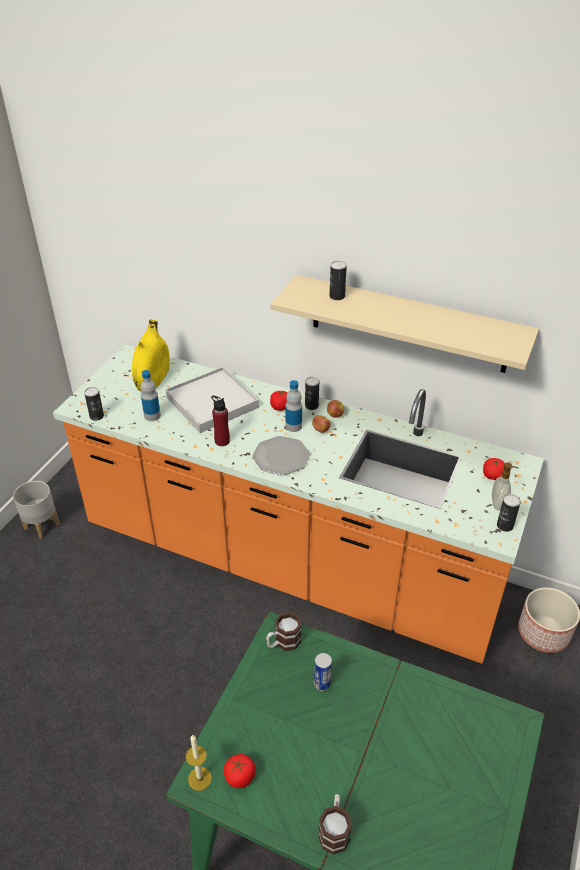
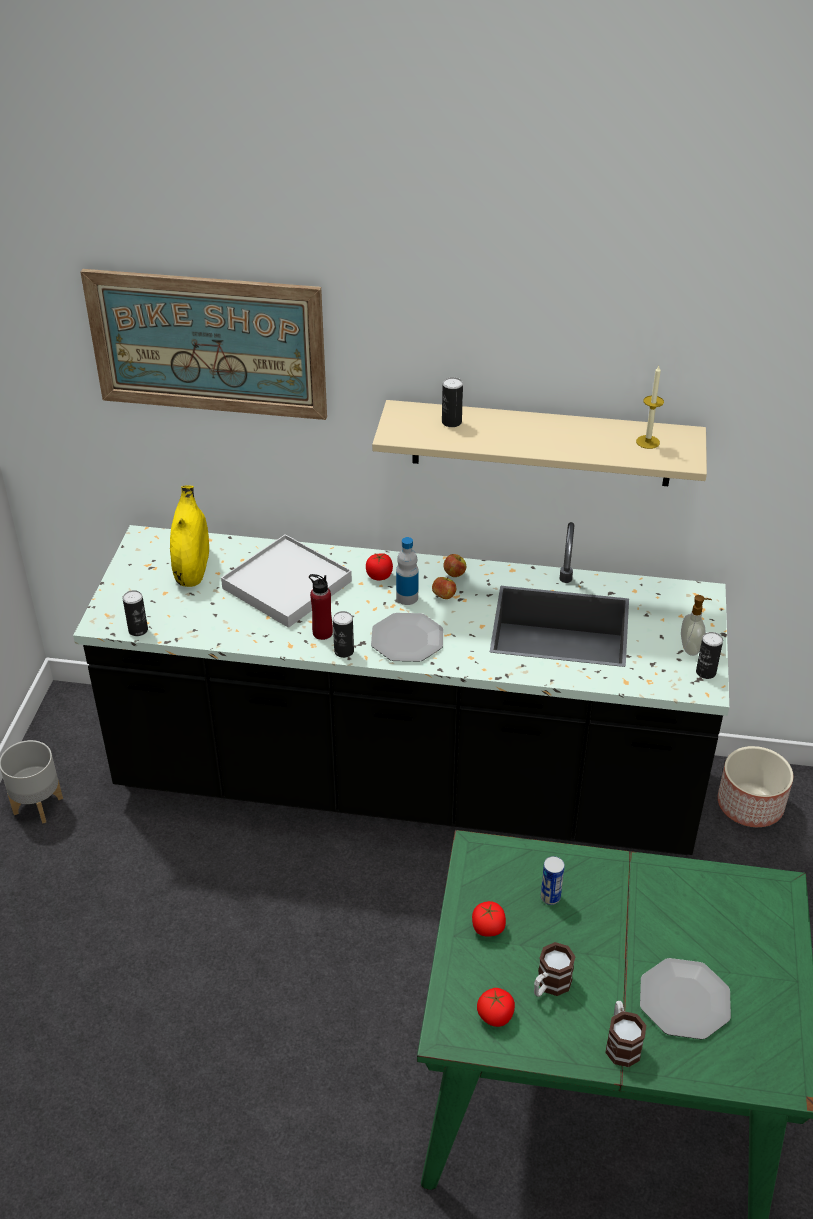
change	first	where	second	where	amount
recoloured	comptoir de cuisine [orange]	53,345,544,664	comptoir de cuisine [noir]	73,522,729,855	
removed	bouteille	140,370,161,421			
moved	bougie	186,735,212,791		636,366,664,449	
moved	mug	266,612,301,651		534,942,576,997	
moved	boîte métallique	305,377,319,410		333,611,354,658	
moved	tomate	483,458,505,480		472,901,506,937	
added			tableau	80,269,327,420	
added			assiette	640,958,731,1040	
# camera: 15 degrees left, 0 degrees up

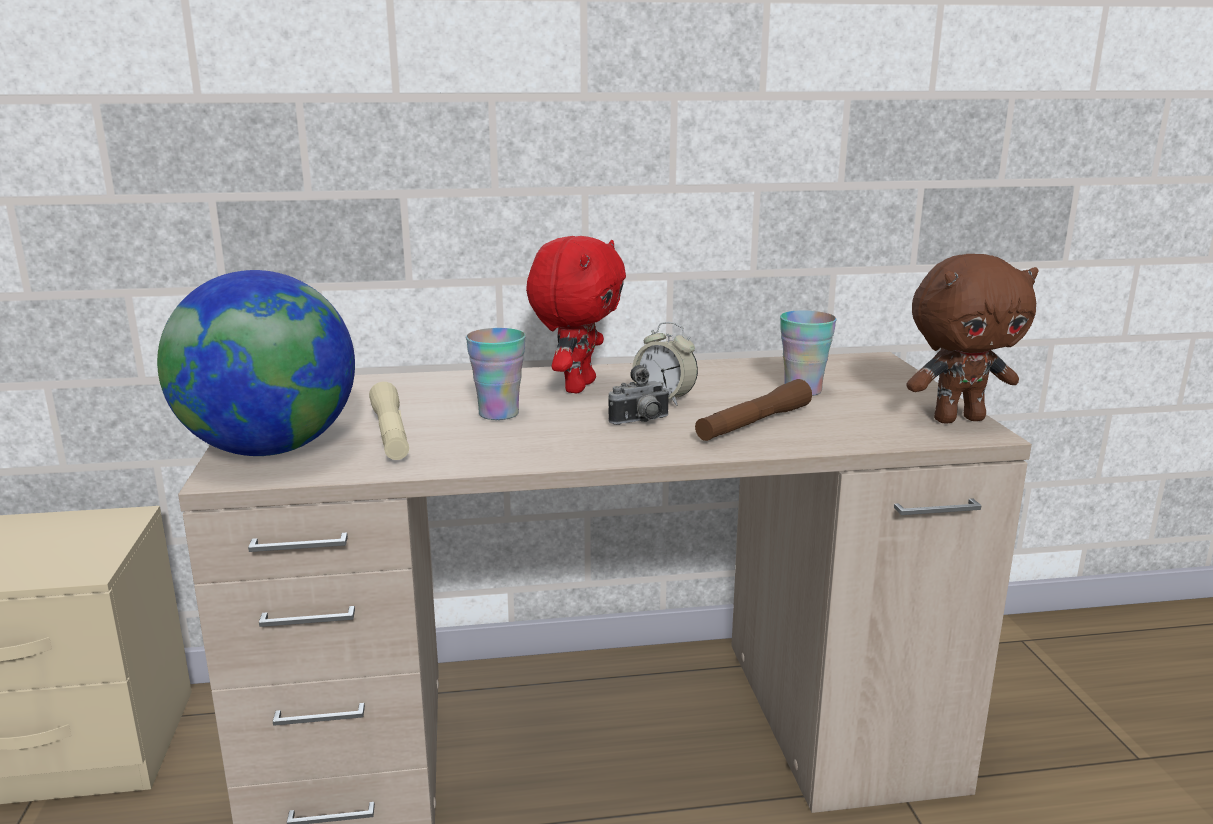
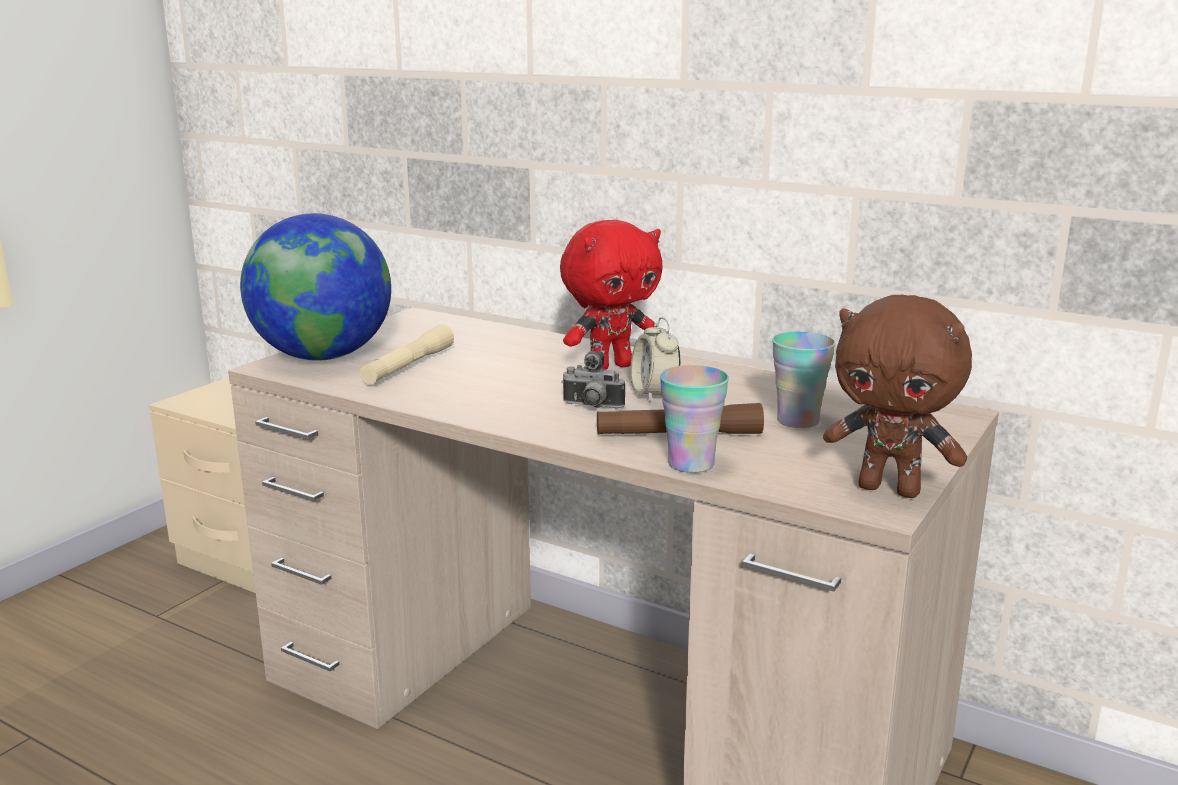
change	first	where	second	where	amount
moved	tasse	466,328,526,420		660,365,729,473	
# camera: 40 degrees right, 0 degrees up

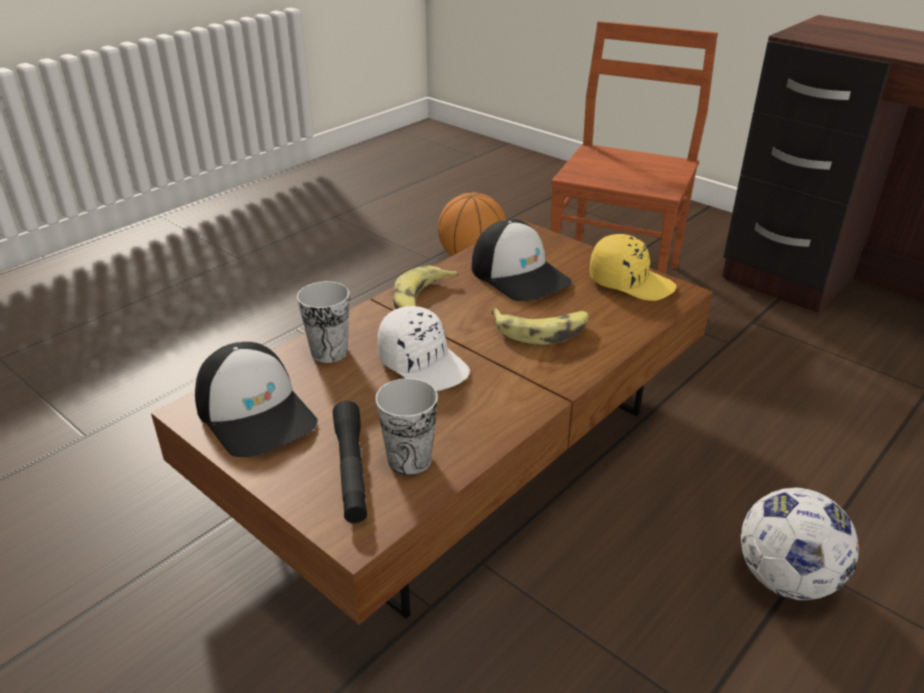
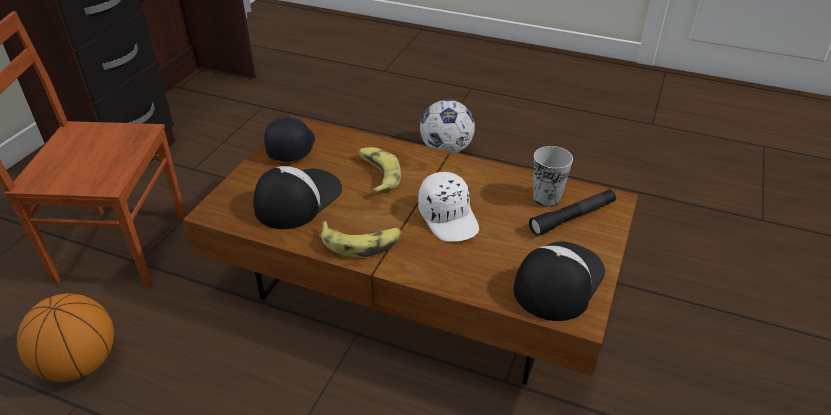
change	first	where	second	where	amount
removed	tasse	297,281,349,363			
turned	casquette [blanc]	377,306,470,391		418,172,479,242	135 degrees clockwise
recoloured	casquette [jaune]	590,234,677,301	casquette [noir]	264,117,315,161	
# camera: 110 degrees left, 5 degrees up

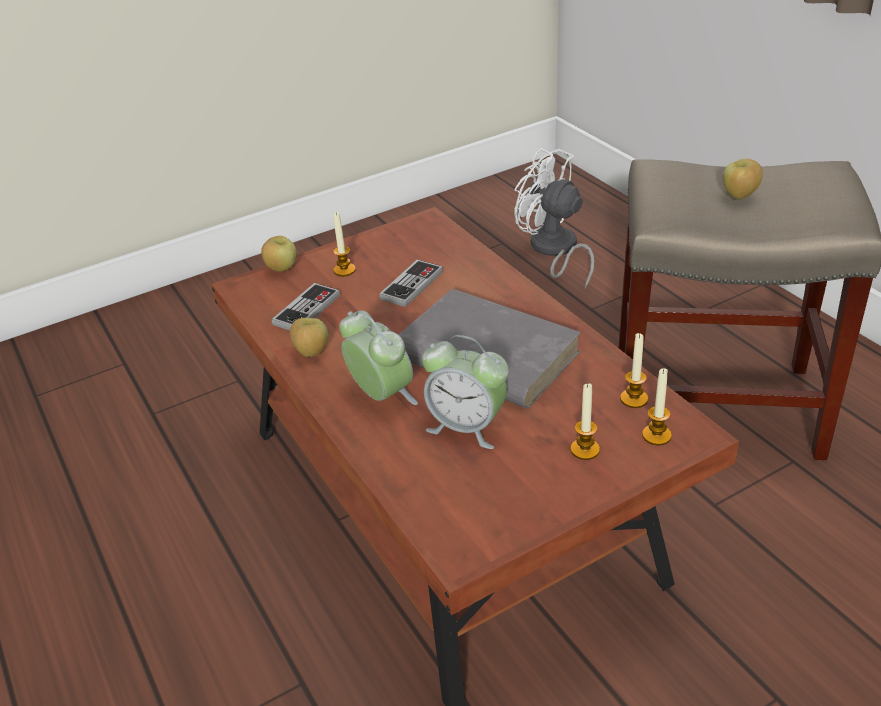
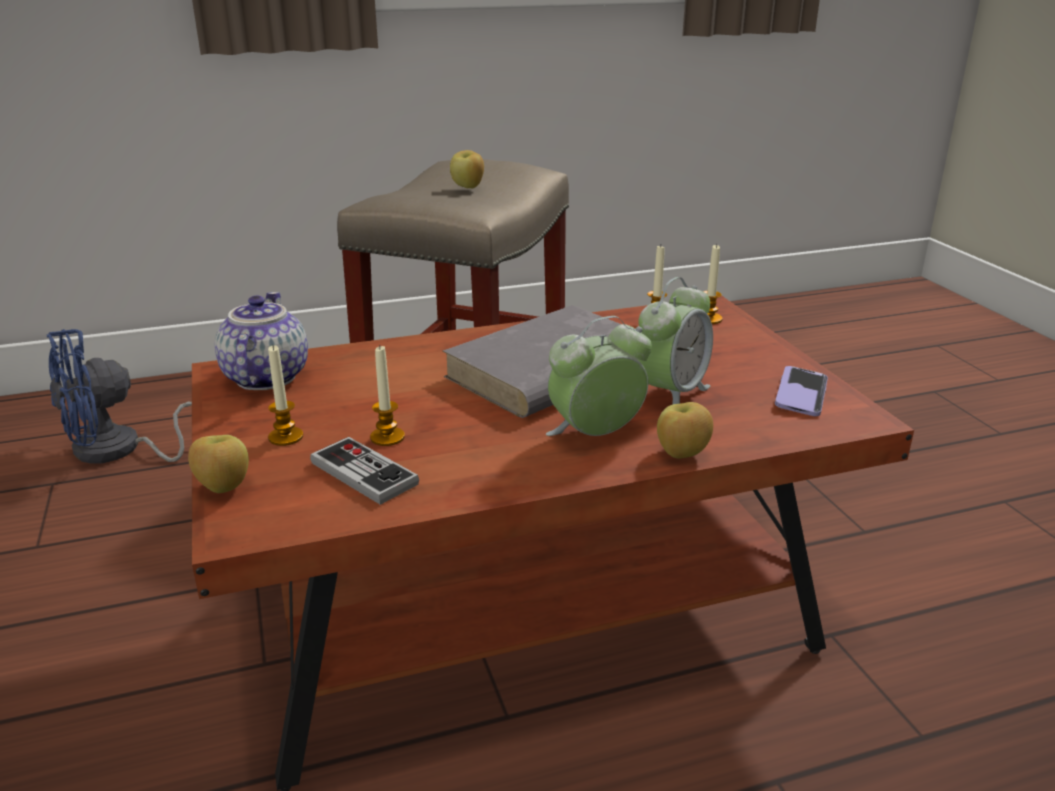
change	first	where	second	where	amount
moved	pomme	290,318,328,357		657,402,713,458	
removed	manette	379,260,443,307			
recoloured	ventilateur [blanc]	514,148,595,288	ventilateur [bleu]	46,329,192,464	
moved	bougie	570,383,600,460		370,345,405,446	
added			théière	215,292,308,390	
added			téléphone	775,366,828,416	
# camera: 80 degrees left, 10 degrees down

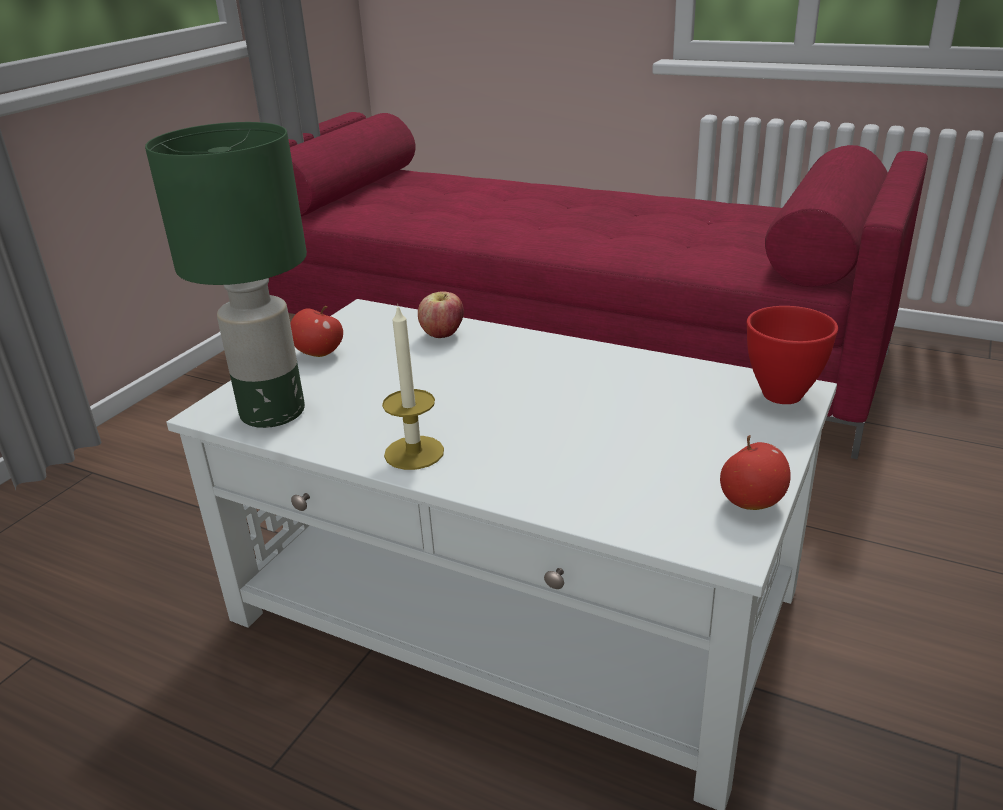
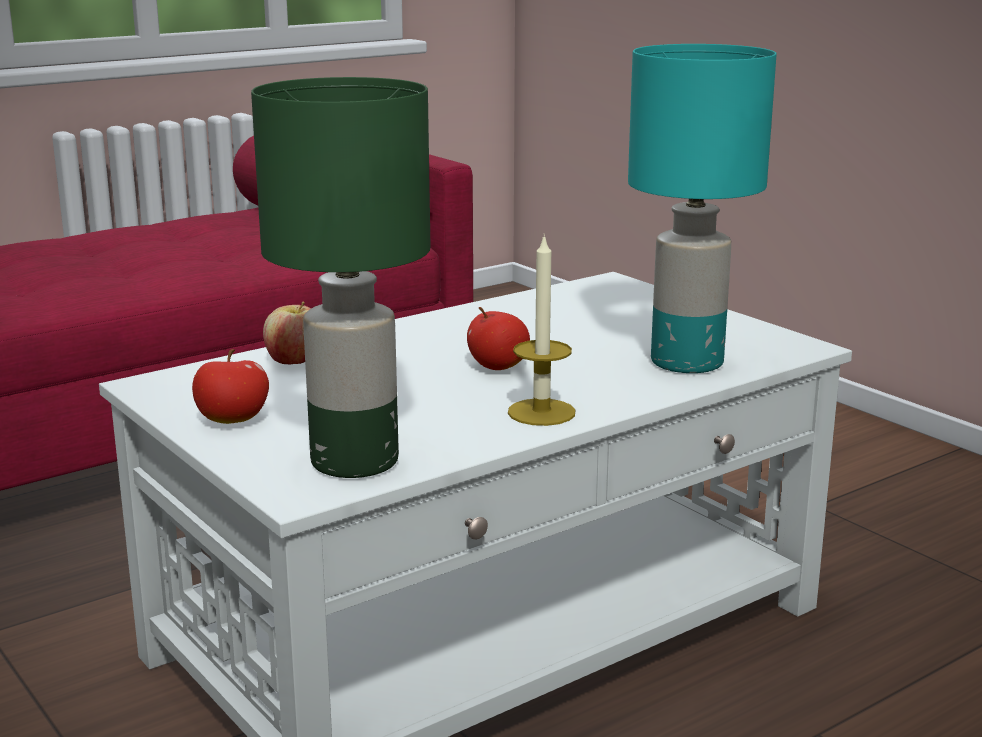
change	first	where	second	where	amount
moved	pomme	720,435,791,510		467,307,530,370	
removed	bol [rouge]	747,306,838,404			
added			lampe de table [turquoise]	628,44,777,373	
# camera: 65 degrees left, 10 degrees down

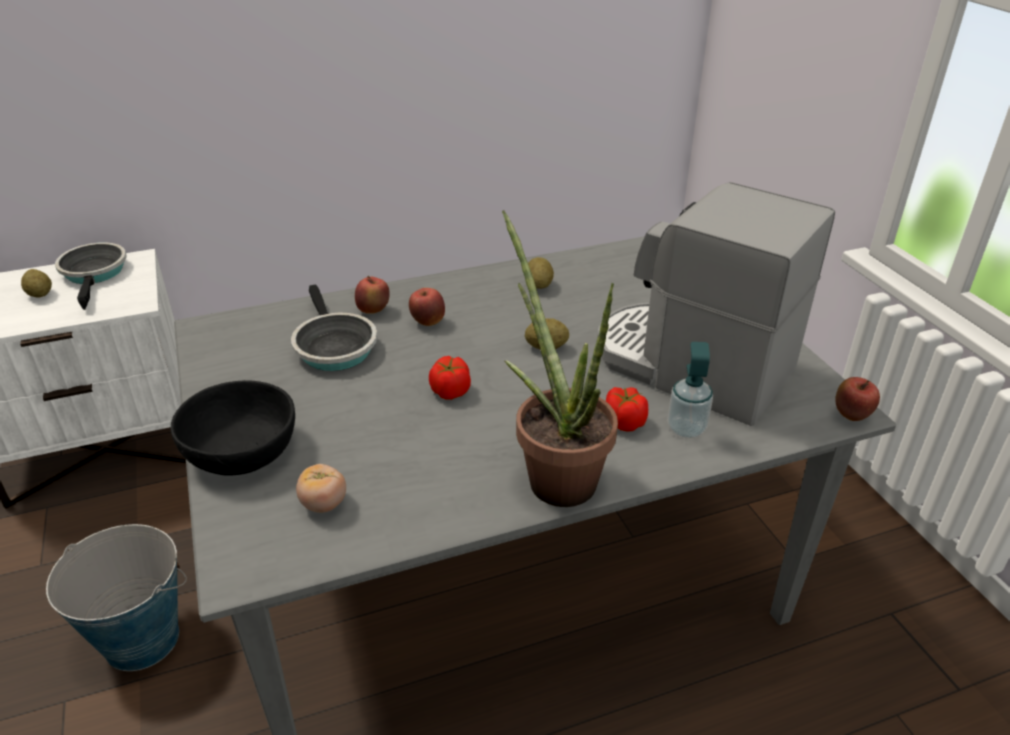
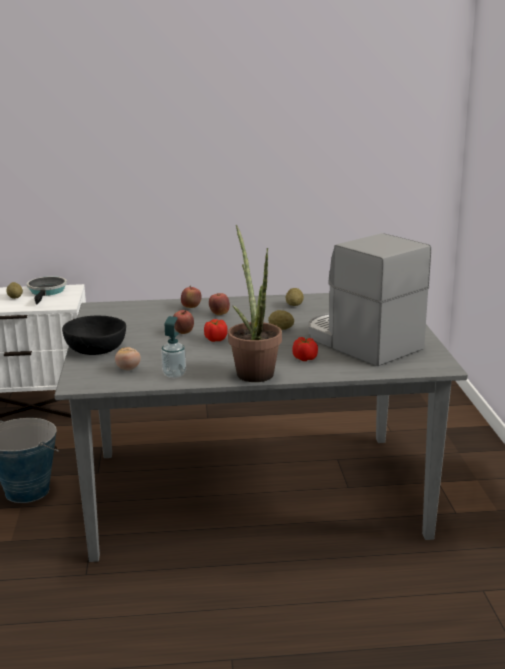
change	first	where	second	where	amount
removed	poêle	291,284,377,371			
moved	distributeur de savon	667,342,713,439		161,316,186,378	
moved	pomme	835,377,880,421		173,310,194,334	
# camera: 15 degrees right, 15 degrees down

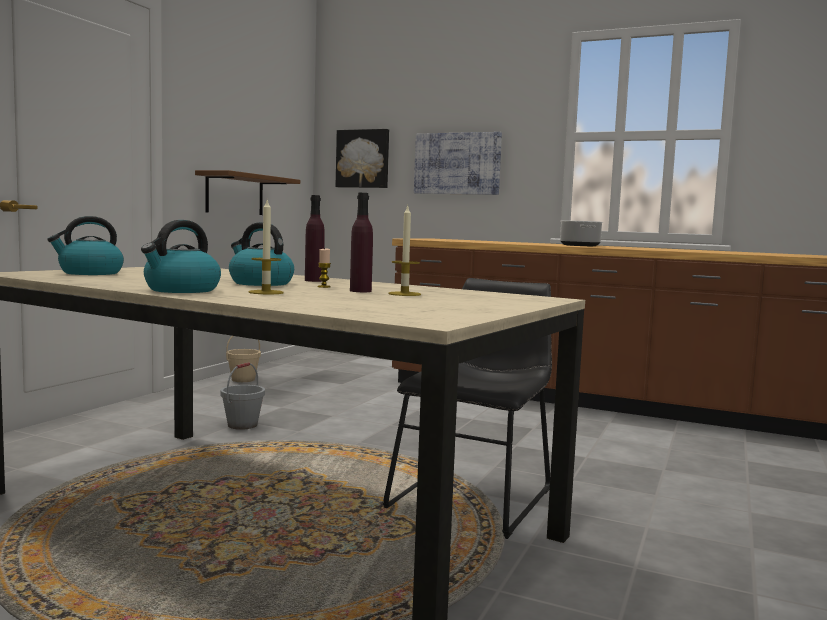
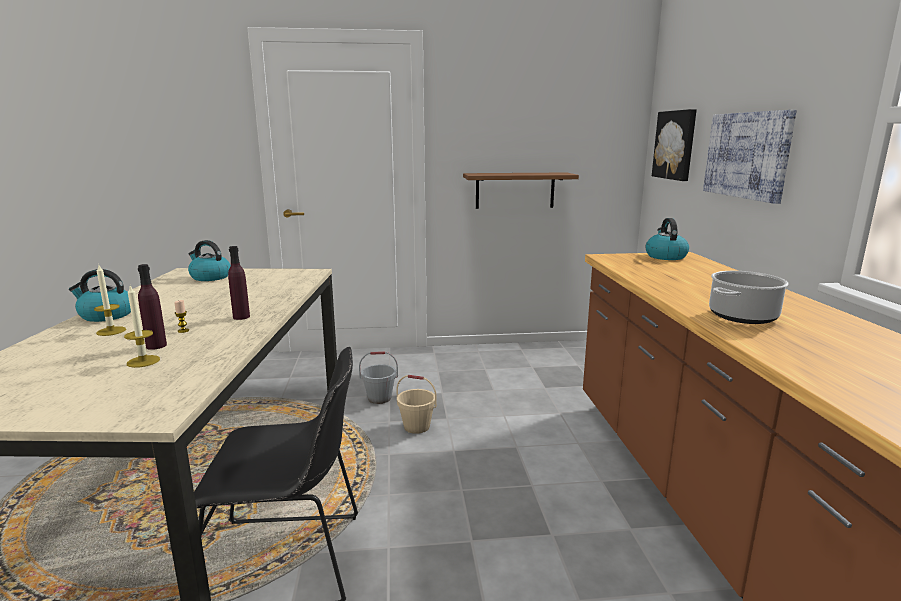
change	first	where	second	where	amount
moved	seau [beige]	226,336,261,382		396,375,437,434	
moved	bouilloire	229,222,294,286		645,218,689,260	
# camera: 60 degrees right, 10 degrees up

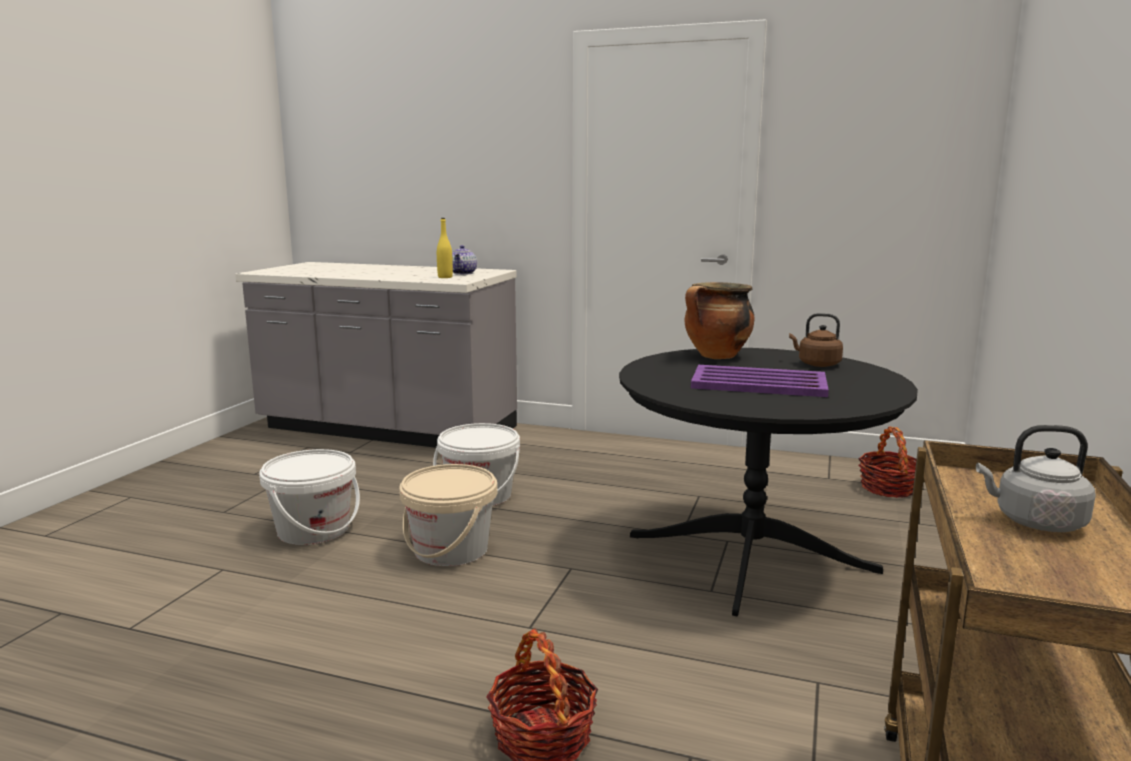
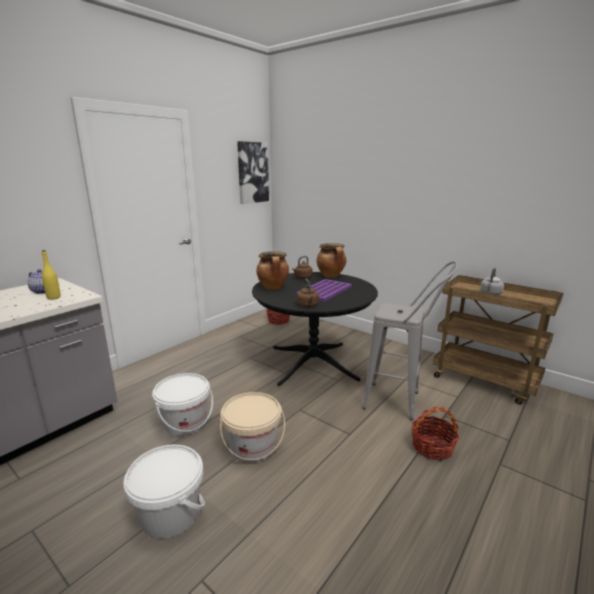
change	first	where	second	where	amount
added			tableau	237,141,269,204	
added			bouilloire [marron]	297,279,319,307	
added			marmite	316,243,346,278	
added			tabouret [gris]	363,261,458,420	
# camera: 70 degrees left, 5 degrees up

